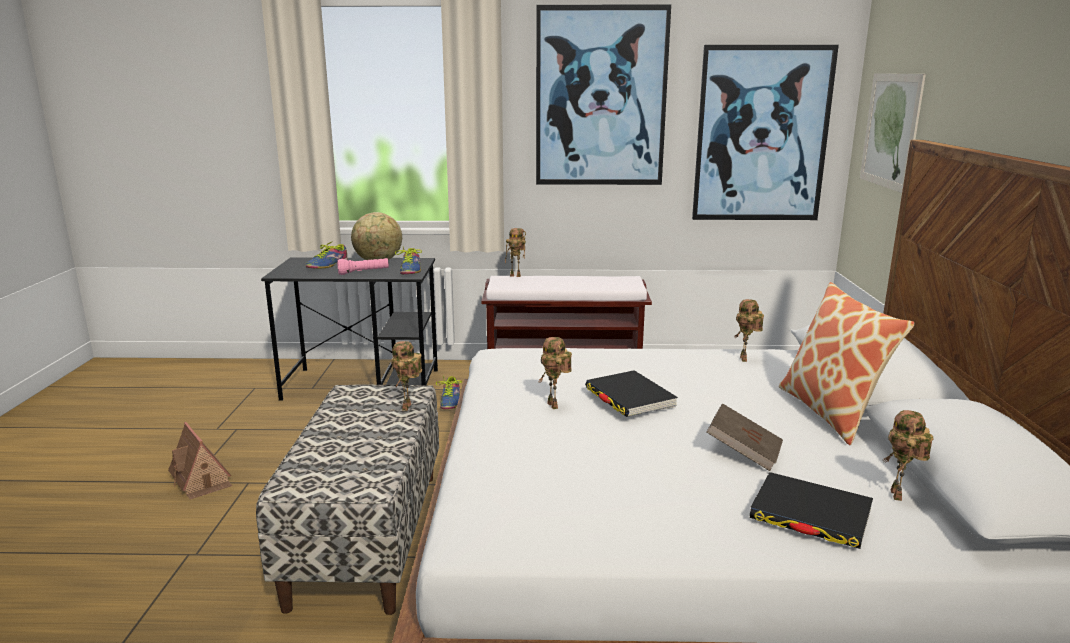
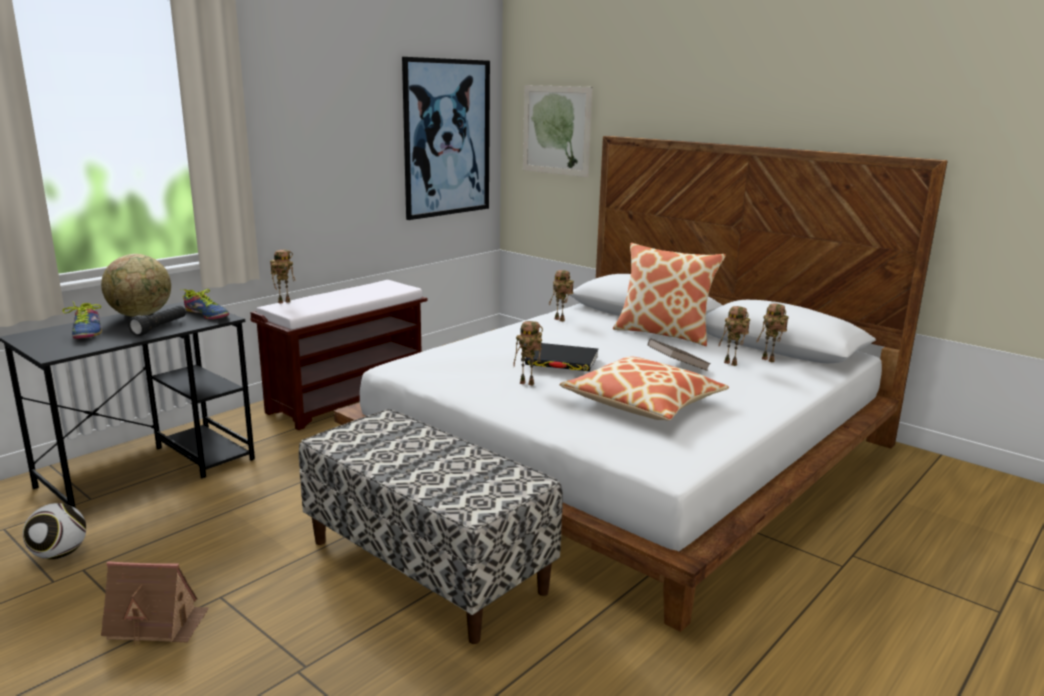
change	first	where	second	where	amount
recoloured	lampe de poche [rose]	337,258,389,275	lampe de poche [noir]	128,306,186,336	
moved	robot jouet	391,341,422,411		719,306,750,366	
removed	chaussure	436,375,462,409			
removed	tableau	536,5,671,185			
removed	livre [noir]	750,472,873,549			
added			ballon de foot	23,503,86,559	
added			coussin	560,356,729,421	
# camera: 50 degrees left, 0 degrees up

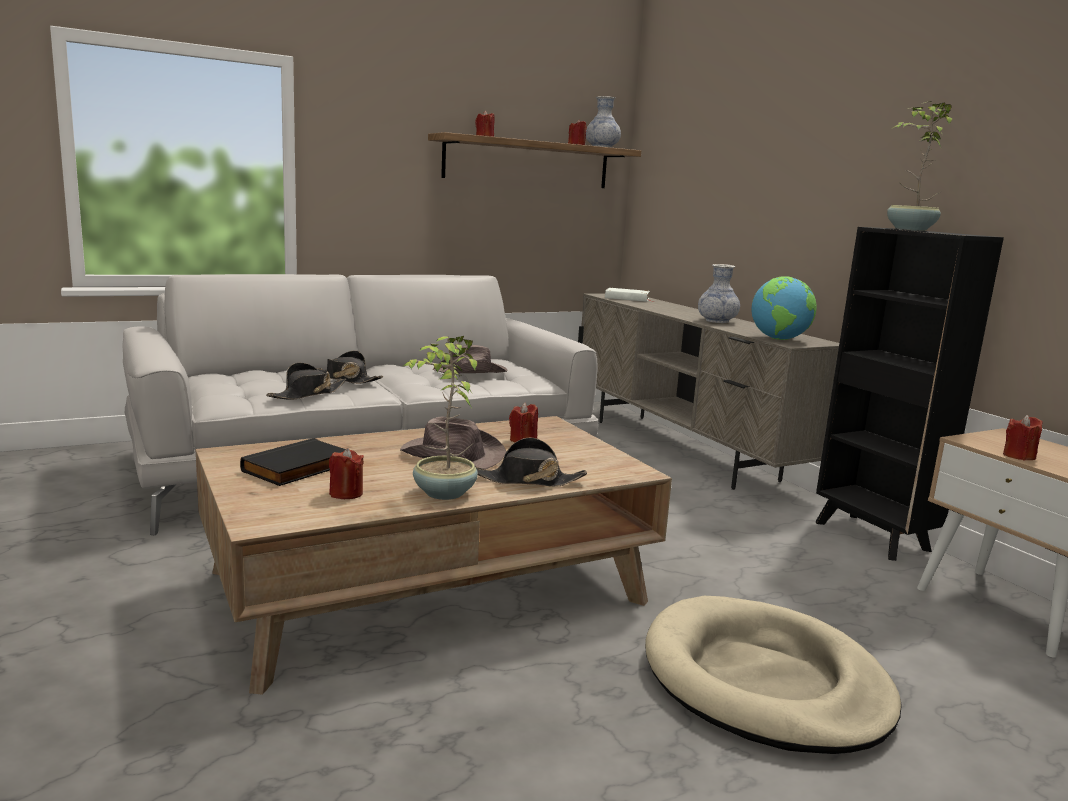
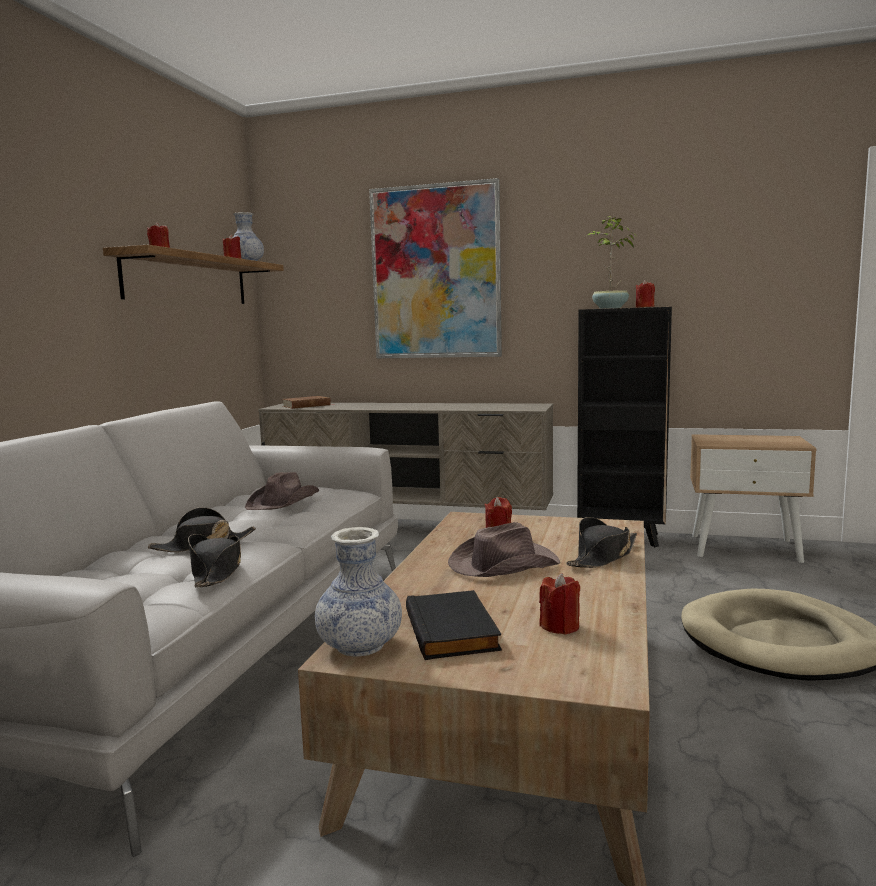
change	first	where	second	where	amount
removed	plante en pot	403,336,478,500			
recoloured	livre [blanc]	605,288,654,302	livre [marron]	282,396,331,409	
moved	vase	698,264,740,323		315,527,402,657	
removed	globe	752,276,817,340			
moved	bougie [rouge]	1003,415,1042,461		636,280,655,308	
added			tableau	369,178,502,358	
# camera: 45 degrees left, 5 degrees down

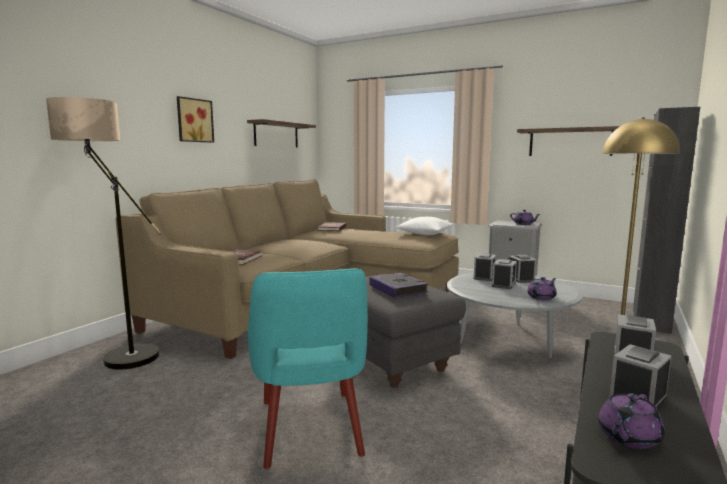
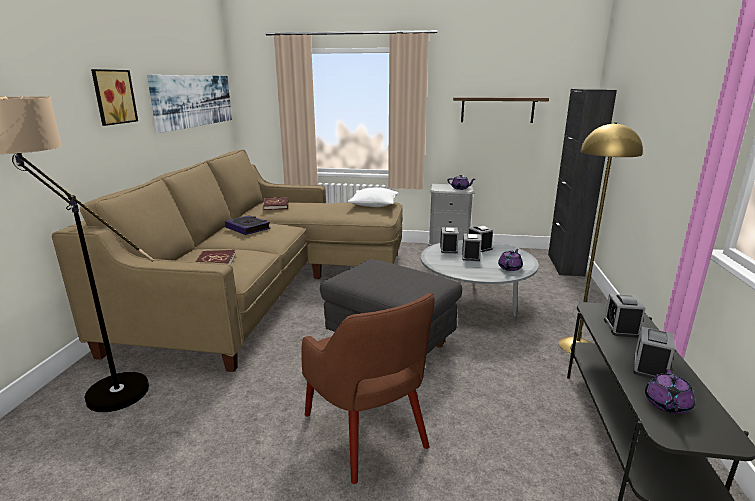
change	first	where	second	where	amount
replaced	étagère	247,119,316,147	tableau	147,75,232,133	
recoloured	fauteuil [turquoise]	248,268,368,469	fauteuil [marron]	301,293,435,484	
moved	livre	369,273,428,298		225,215,270,235	
# camera: 20 degrees left, 10 degrees up

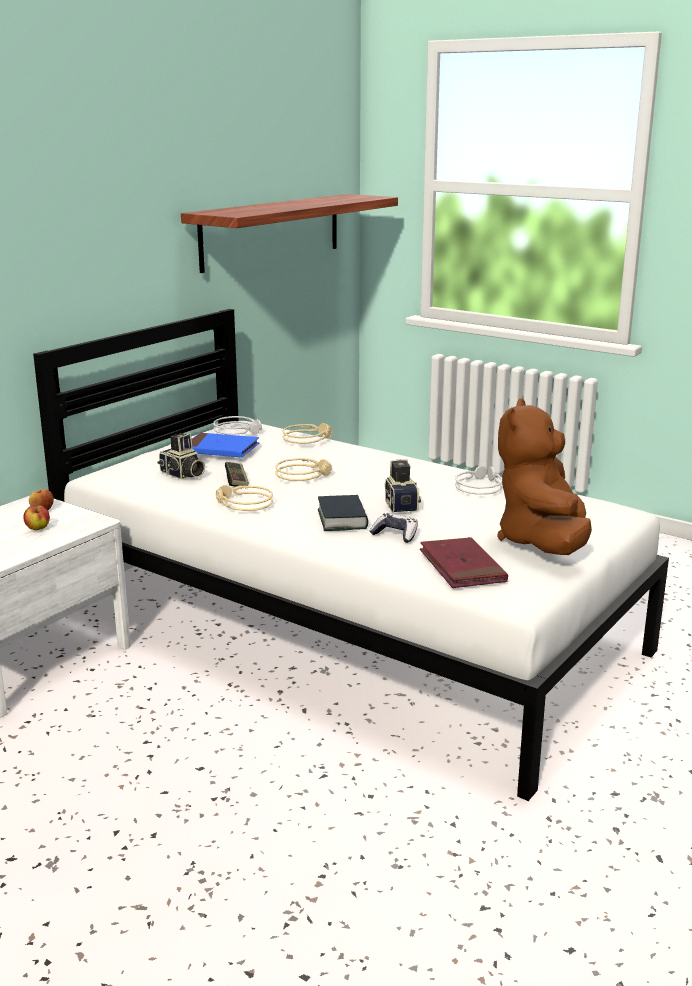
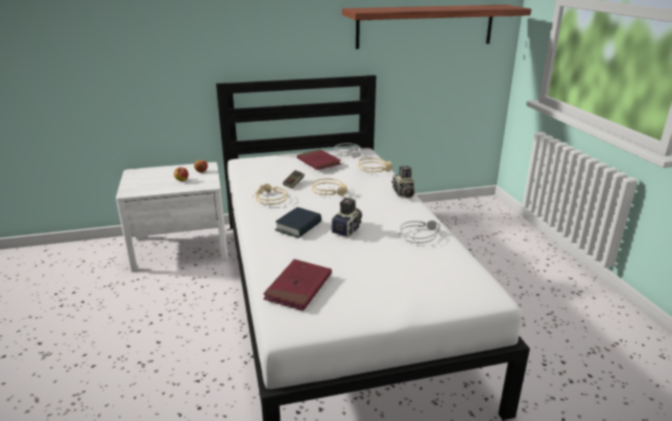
change	first	where	second	where	amount
moved	appareil photo	157,433,205,479		392,166,415,199	
recoloured	livre [bleu]	192,433,259,458	livre [rouge]	297,149,341,170	
removed	manette	370,513,418,543			
removed	peluche [marron]	497,398,592,555			
# camera: 40 degrees right, 5 degrees up

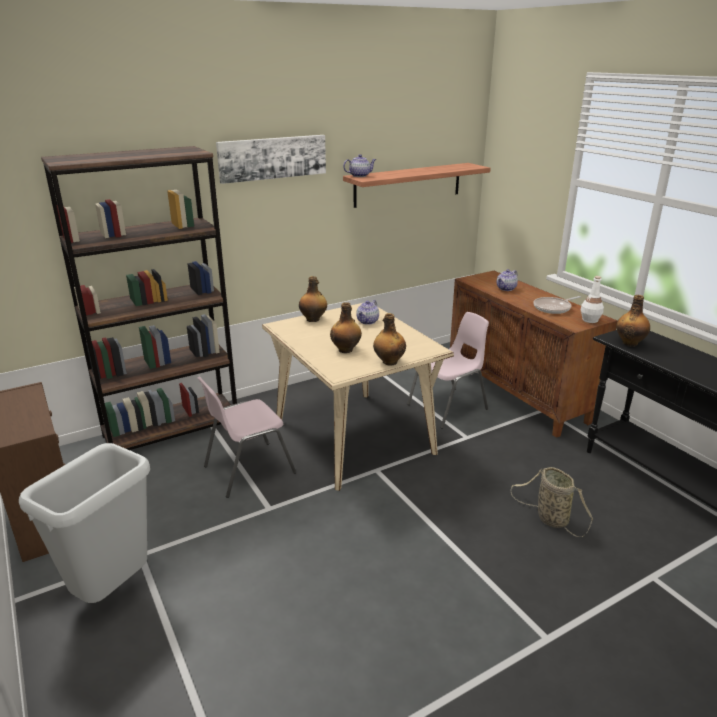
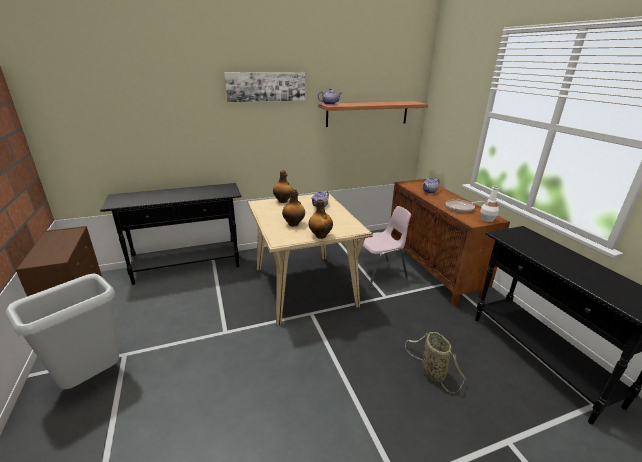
change	first	where	second	where	amount
replaced	bibliothèque [marron]	41,146,237,450	table console [noir]	100,183,241,285	
removed	chaise [rose]	197,377,297,498			
removed	bouteille	616,295,650,347			
# camera: 10 degrees right, 0 degrees up

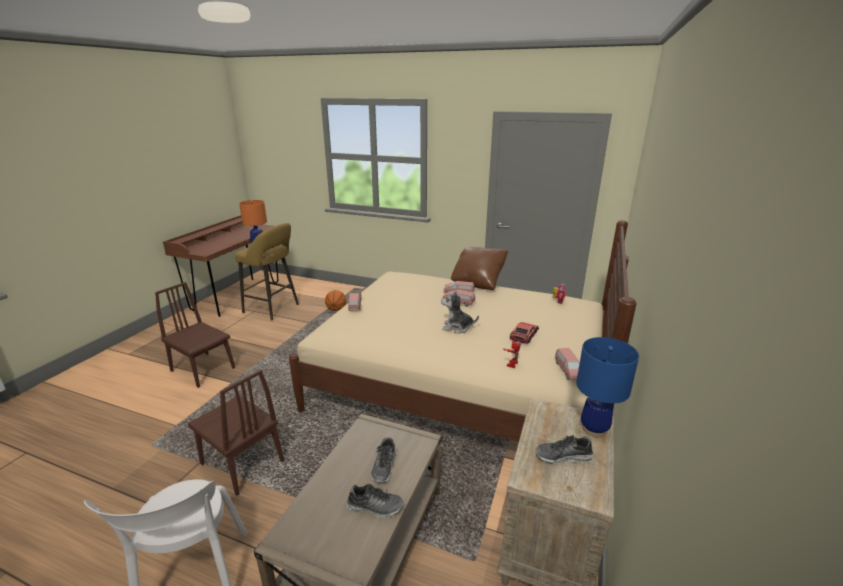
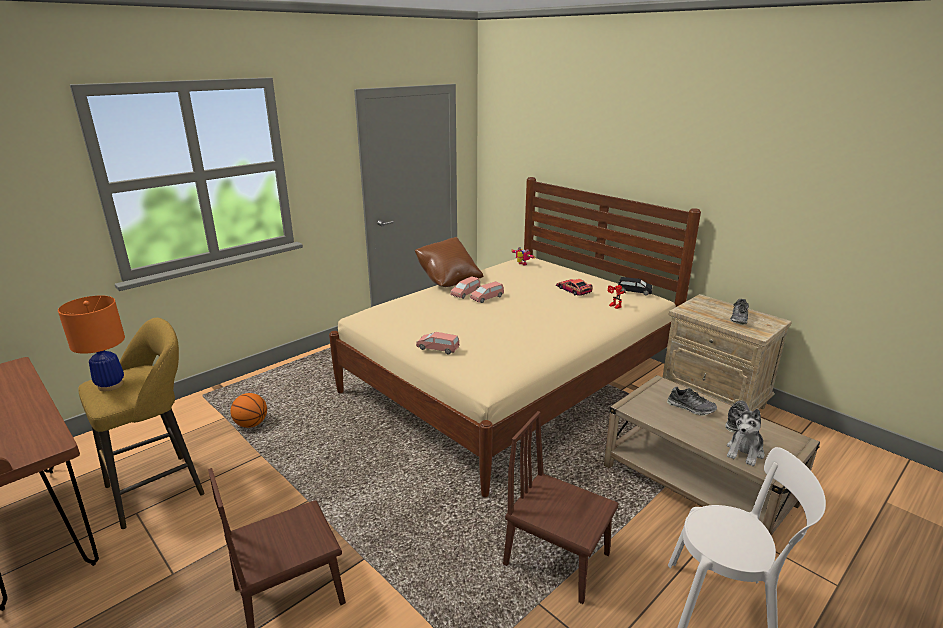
change	first	where	second	where	amount
turned	chaise [marron]	188,370,285,496		503,411,619,604	120 degrees counterclockwise
moved	peluche	441,291,479,333		727,408,765,466	
recoloured	petite voiture [rose]	555,348,580,381	petite voiture [noir]	618,277,653,296	
removed	lampe de table [bleu]	576,337,639,437			
# camera: 65 degrees left, 0 degrees up

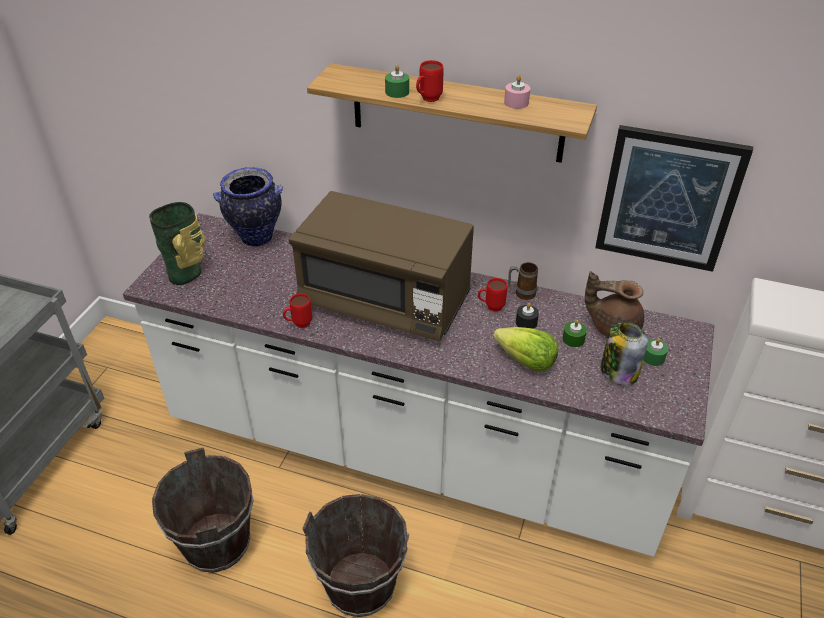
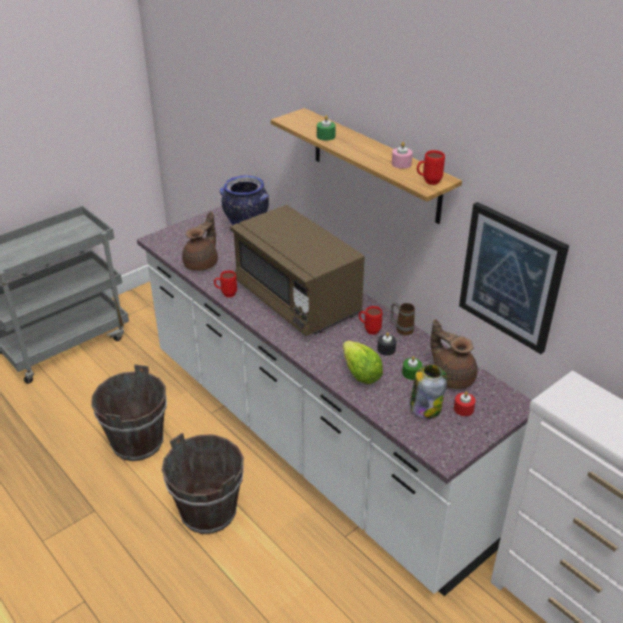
change	first	where	second	where	amount
removed	vase	149,202,206,285			
moved	mug [rouge]	416,60,444,102		417,150,445,185	
recoloured	bougie [vert]	643,338,668,366	bougie [rouge]	454,391,476,416	
added			théière [marron]	182,211,218,271	
# camera: 30 degrees right, 5 degrees down

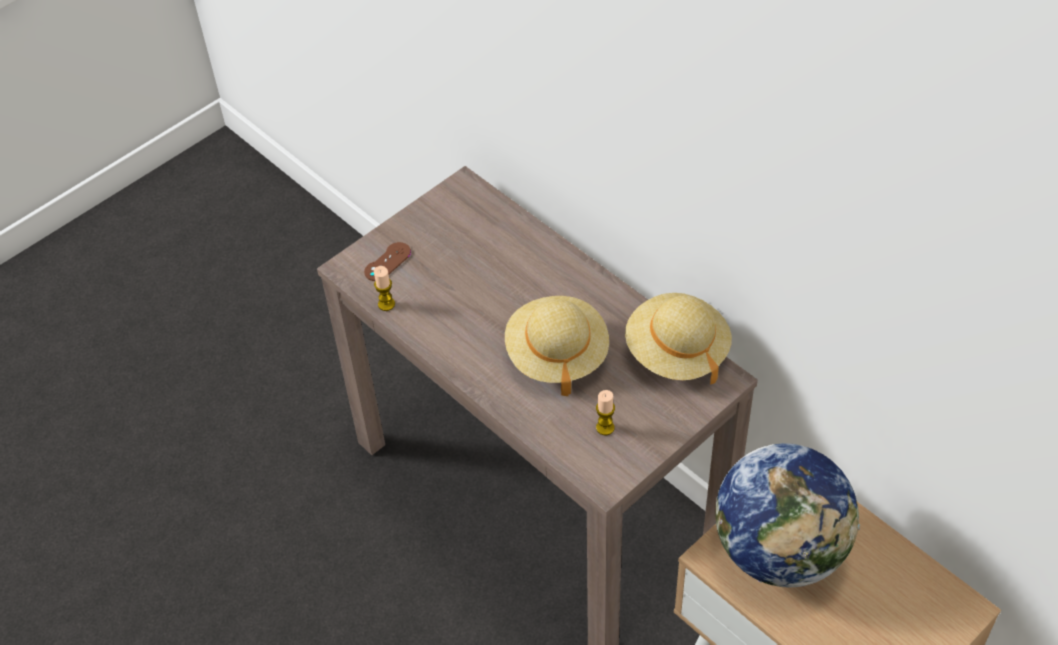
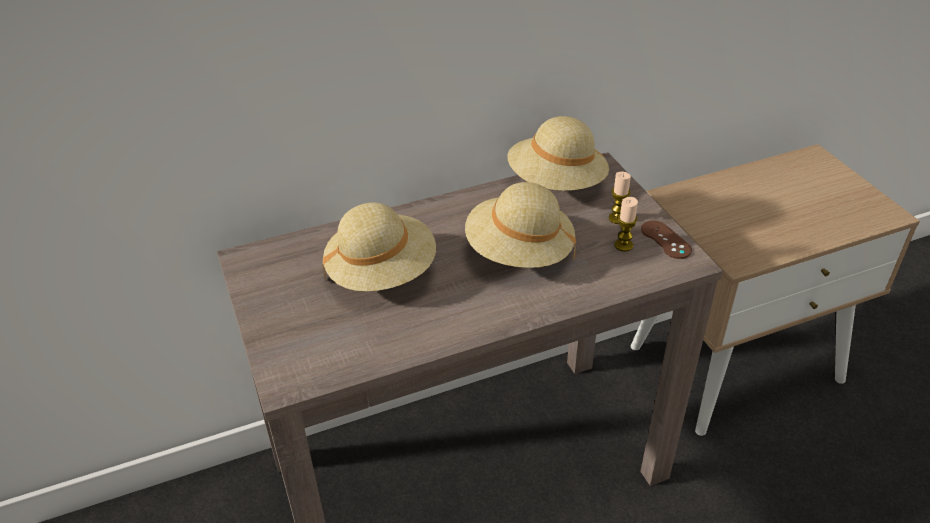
change	first	where	second	where	amount
moved	manette [marron]	364,242,411,281		641,220,692,259	
moved	bougie	374,266,395,311		609,172,631,224	
removed	globe	715,443,860,587			
added			chapeau [beige]	323,202,436,292	
# camera: 70 degrees left, 10 degrees down

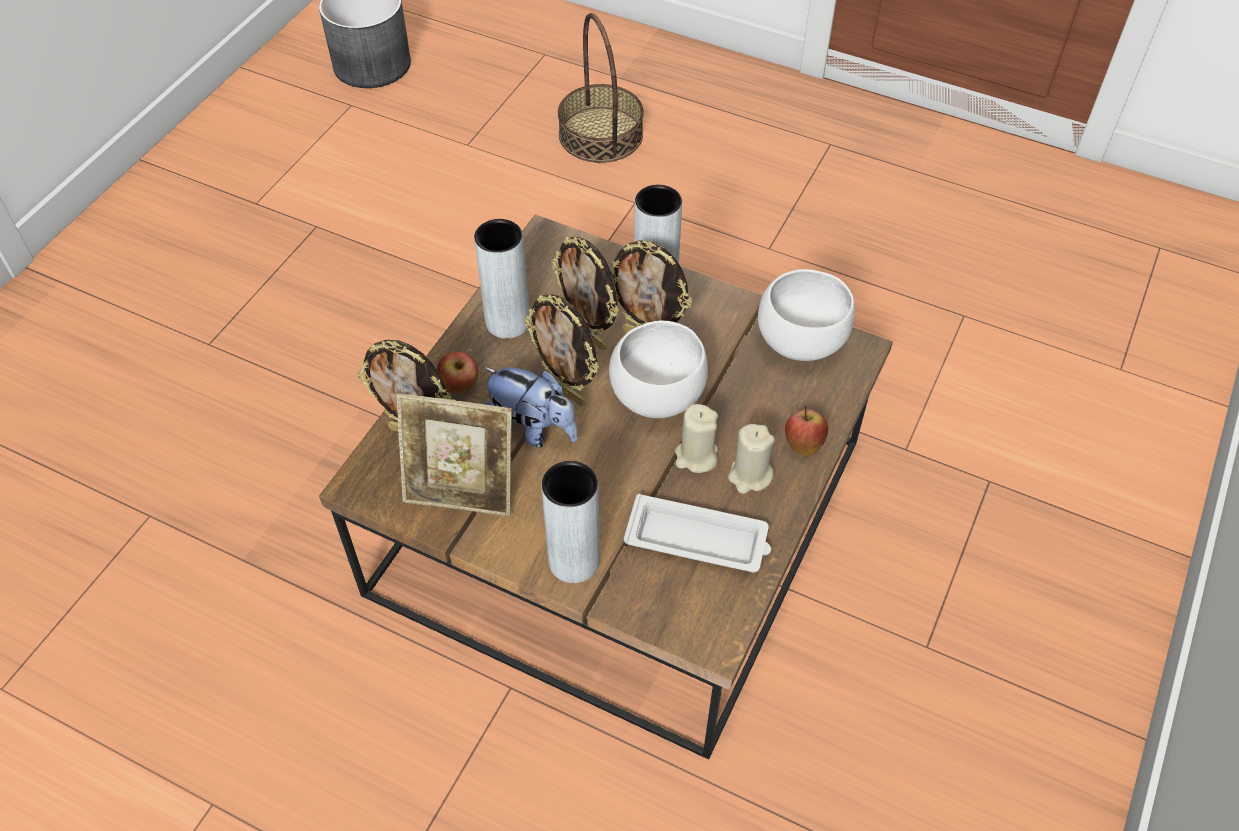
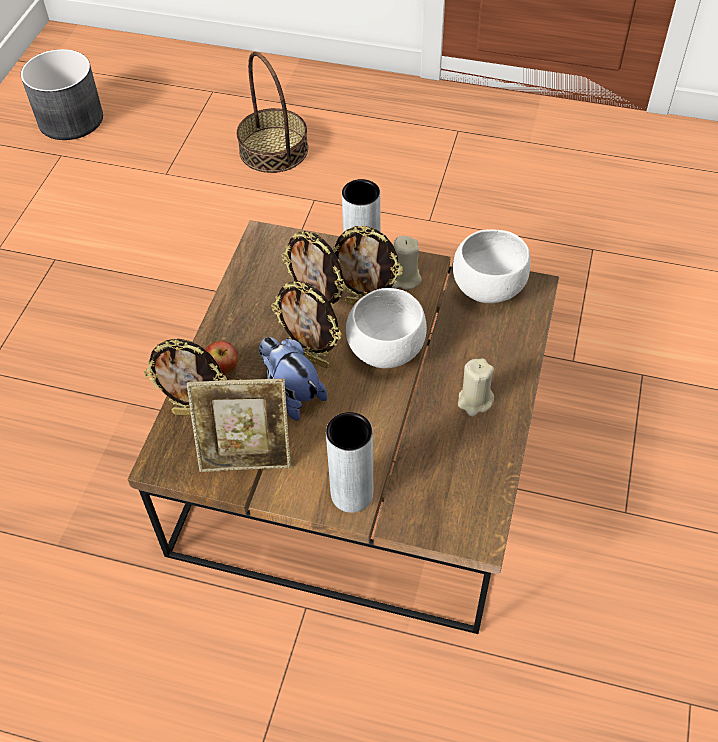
change	first	where	second	where	amount
removed	vase [gris]	474,219,530,339			
turned	peluche	484,367,578,447		259,337,327,420	150 degrees counterclockwise
removed	plateau [blanc]	624,494,771,573			
moved	bougie [beige]	675,404,718,473		392,236,421,290	
removed	pomme	785,406,828,456			
# camera: 10 degrees left, 0 degrees up

